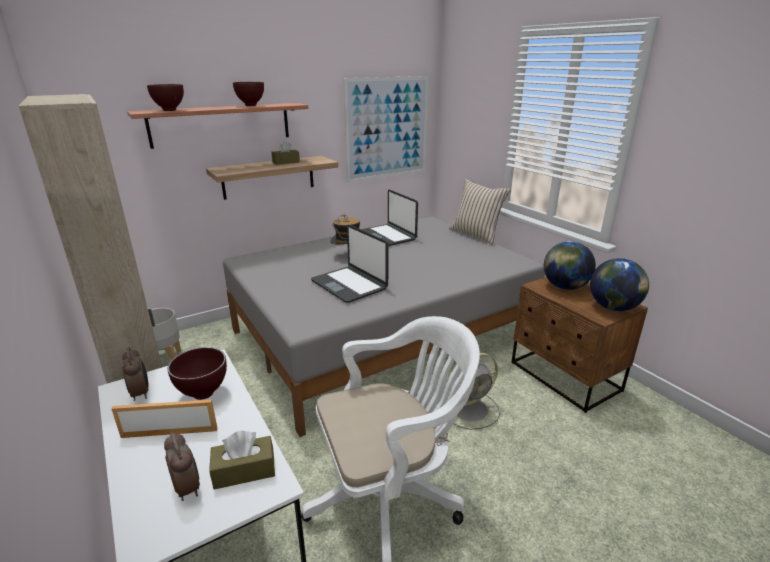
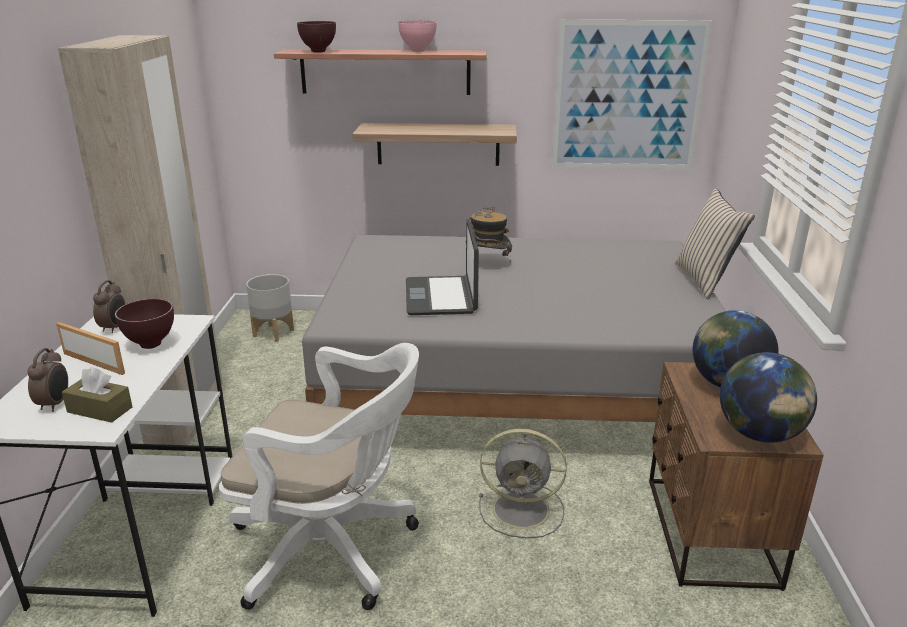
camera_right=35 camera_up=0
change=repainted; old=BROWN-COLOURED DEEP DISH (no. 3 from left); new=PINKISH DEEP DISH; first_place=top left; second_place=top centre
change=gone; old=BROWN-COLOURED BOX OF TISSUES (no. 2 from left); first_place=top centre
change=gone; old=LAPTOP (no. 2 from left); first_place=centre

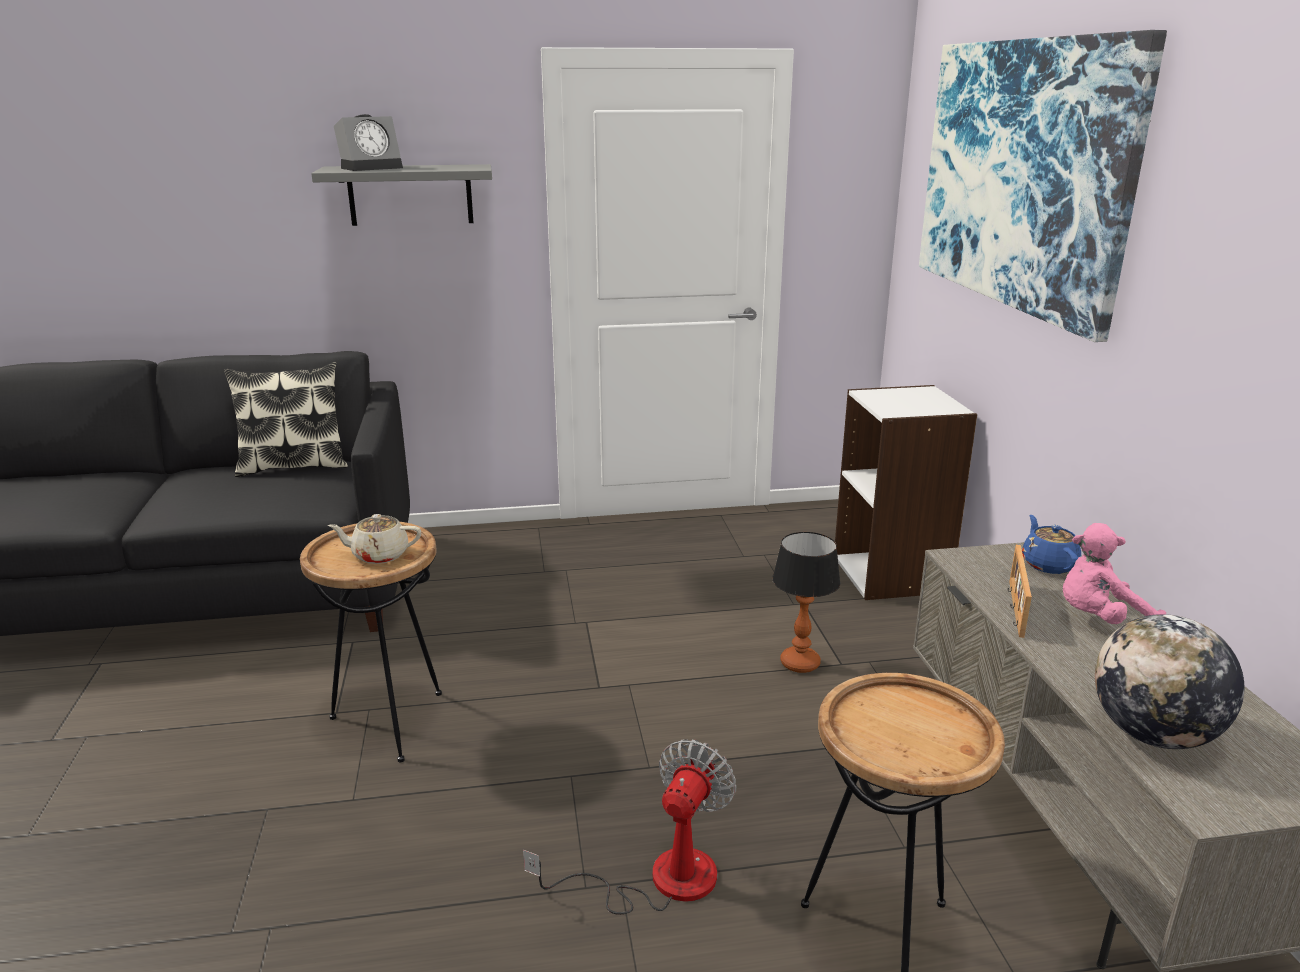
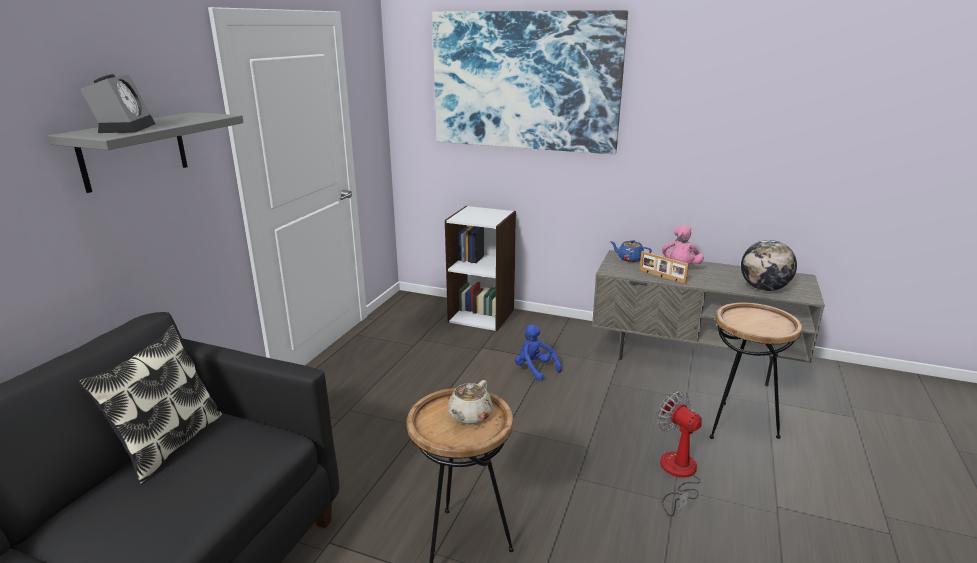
camera_right=-60 camera_up=0
change=swapped; old=TABLETOP LAMP; new=BLUE-COLOURED SOFT TOY; first_place=centre; second_place=centre

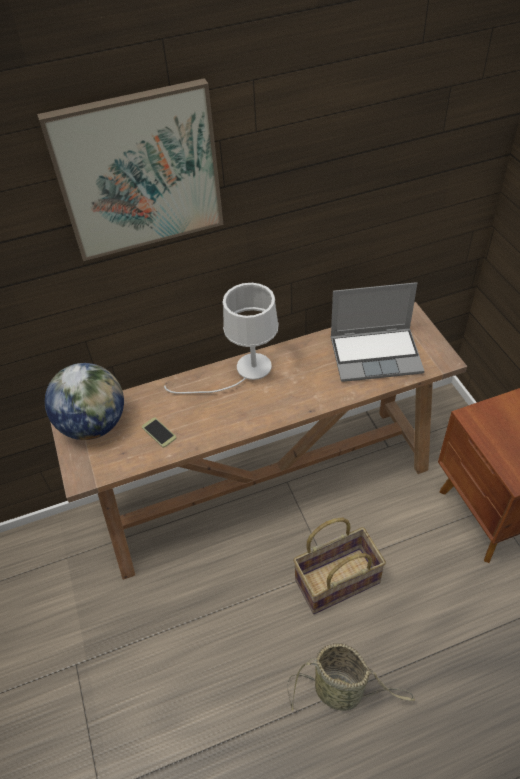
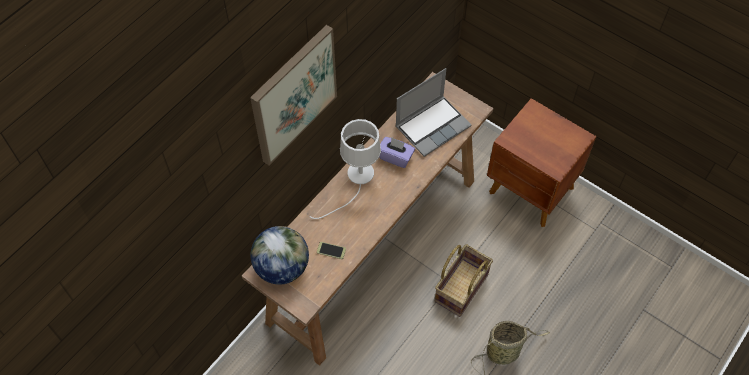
camera_right=-35 camera_up=10
change=new; new=PURPLE BOX OF TISSUES; second_place=centre

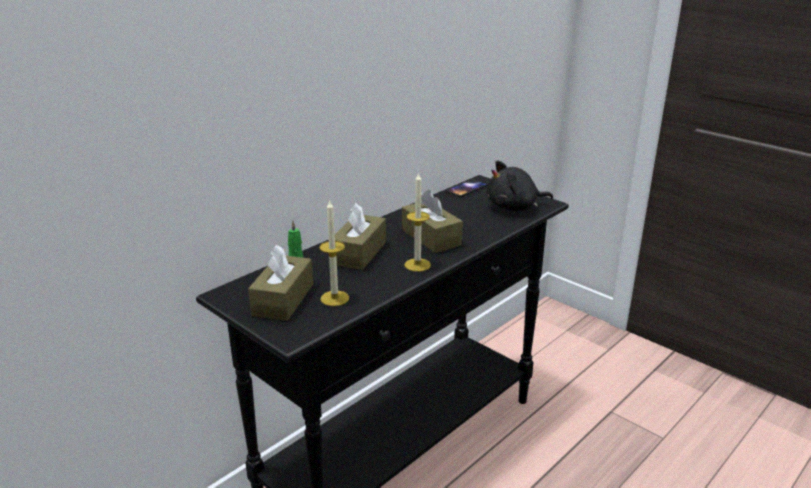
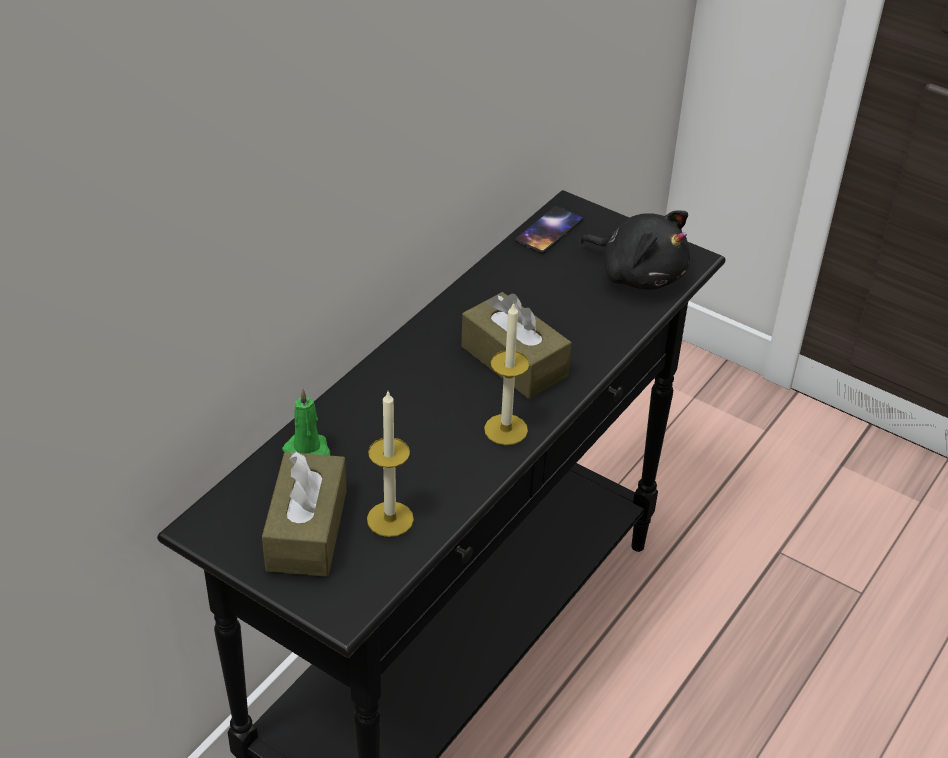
camera_right=-10 camera_up=15
change=rotated; old=BLACK SOFT TOY; first_place=centre; second_place=top right; degrees=-120
change=gone; old=BROWN-COLOURED BOX OF TISSUES (no. 2 from left); first_place=centre

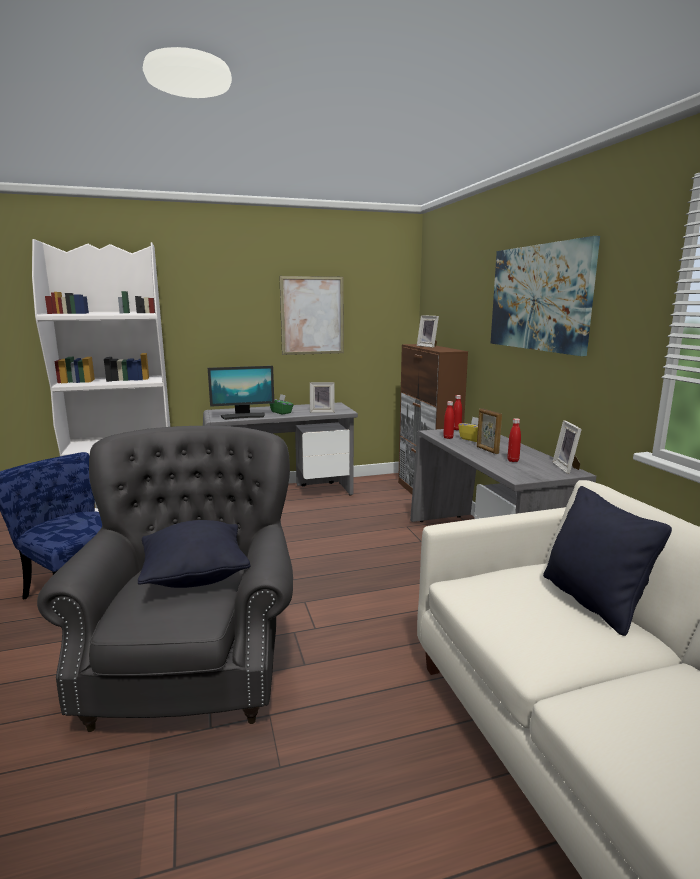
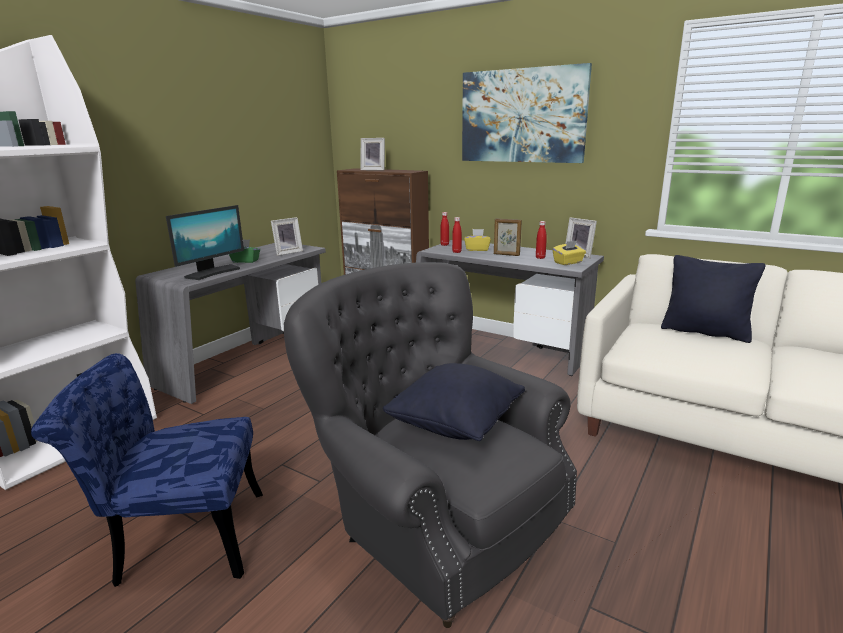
camera_right=-40 camera_up=5
change=gone; old=PICTURE (no. 1 from left); first_place=centre
change=new; new=YELLOW BOX OF TISSUES (no. 2 from left); second_place=middle right

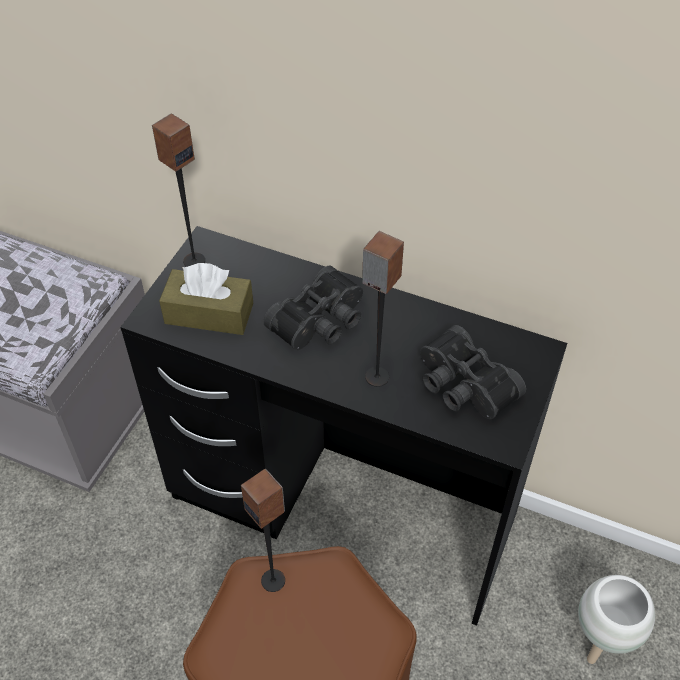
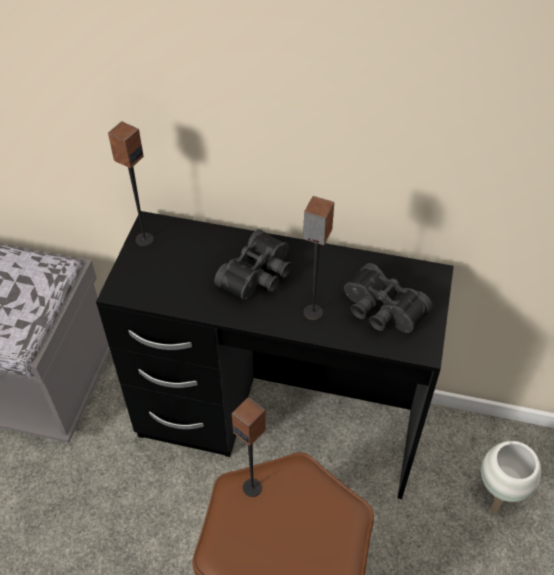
camera_right=-10 camera_up=0
change=gone; old=BROWN-COLOURED BOX OF TISSUES; first_place=middle left

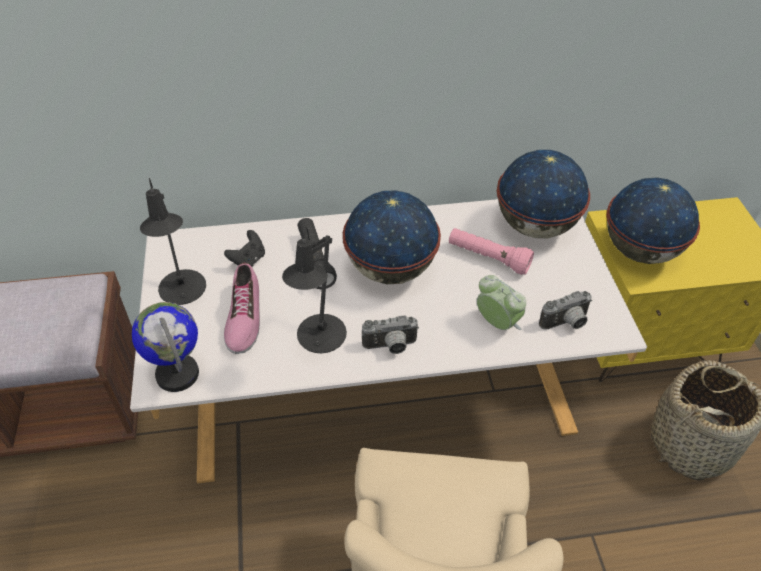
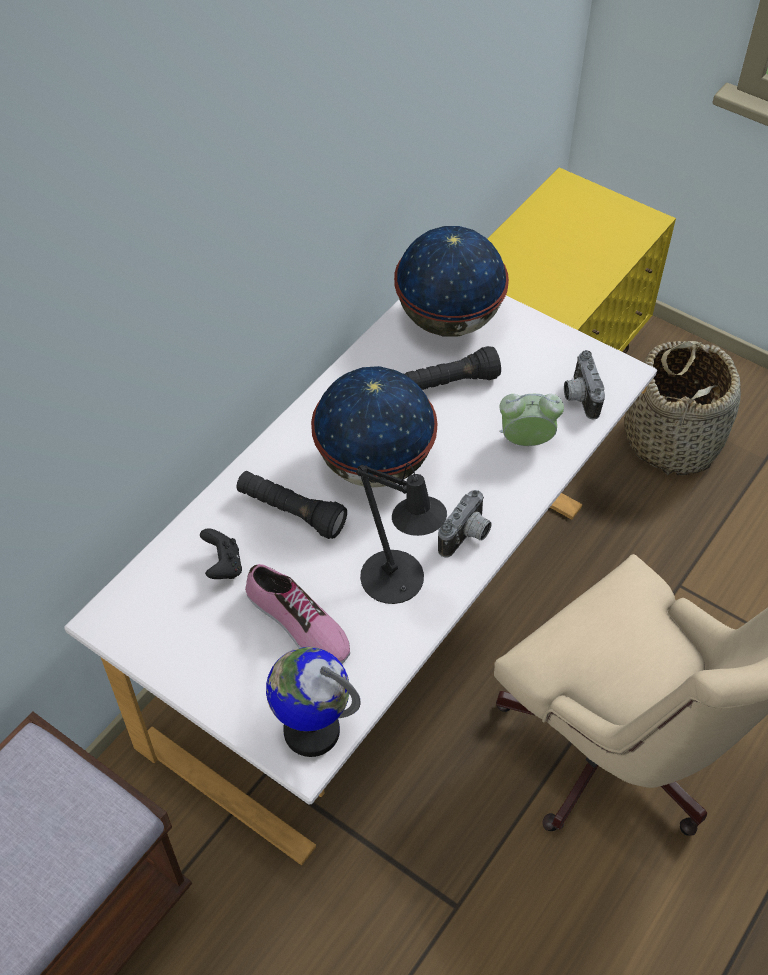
camera_right=-45 camera_up=5
change=gone; old=BLACK TABLETOP LAMP (no. 1 from left); first_place=middle left
change=gone; old=WORLD GLOBE (no. 4 from left); first_place=middle right
change=repainted; old=PINKISH FLASHLIGHT; new=BLACK FLASHLIGHT (no. 2 from left); first_place=centre; second_place=centre
change=rotated; old=PHOTO CAMERA (no. 2 from left); first_place=middle right; second_place=middle right; degrees=150

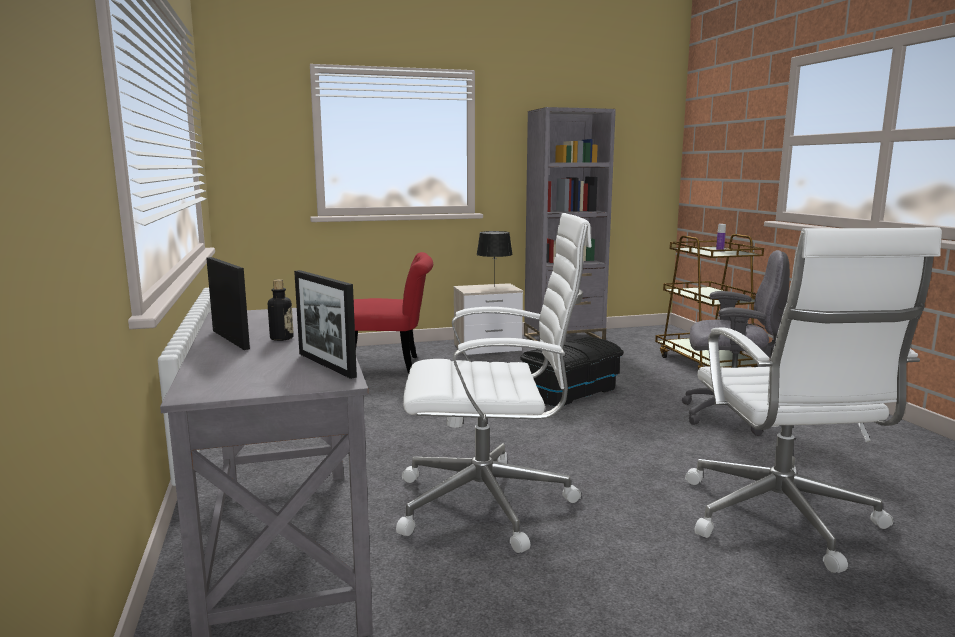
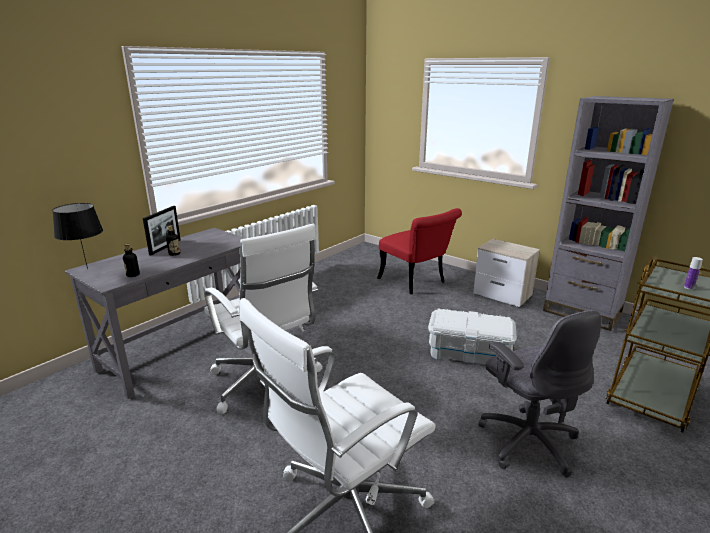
camera_right=55 camera_up=10
change=shifted; old=BLACK TABLETOP LAMP; first_place=centre; second_place=middle left
change=swapped; old=STANDING FRAME (no. 2 from left); new=BOTTLE (no. 1 from left); first_place=centre; second_place=middle left
change=repainted; old=BLACK STORAGE CONTAINER; new=WHITE-COLOURED STORAGE CONTAINER; first_place=centre; second_place=centre

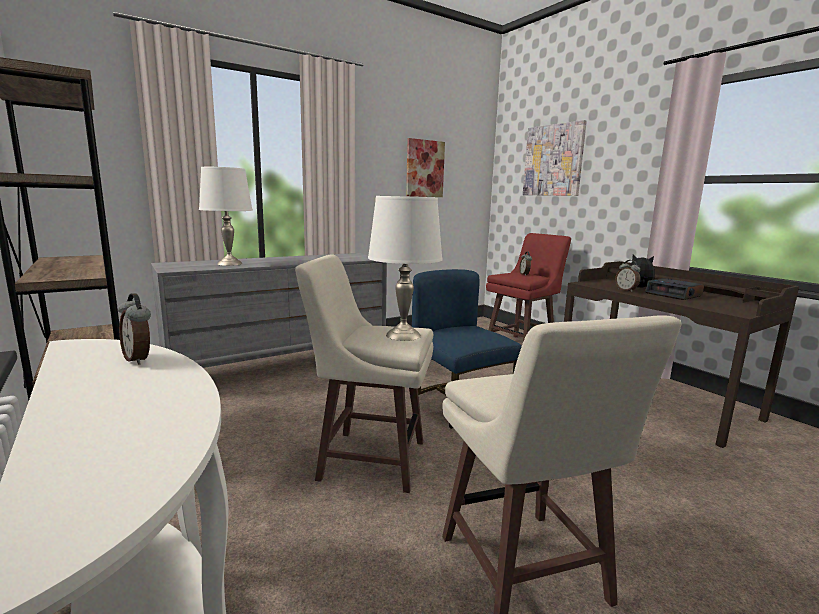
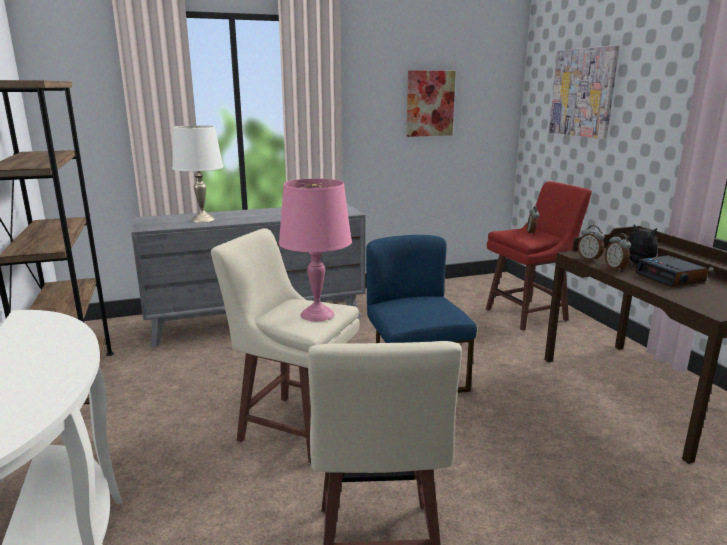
camera_right=15 camera_up=5
change=repainted; old=WHITE-COLOURED TABLETOP LAMP (no. 2 from left); new=PINKISH TABLETOP LAMP; first_place=centre; second_place=centre
change=shifted; old=ALARM CLOCK (no. 1 from left in the first image); new=ALARM CLOCK (no. 2 from left); first_place=middle left; second_place=middle right

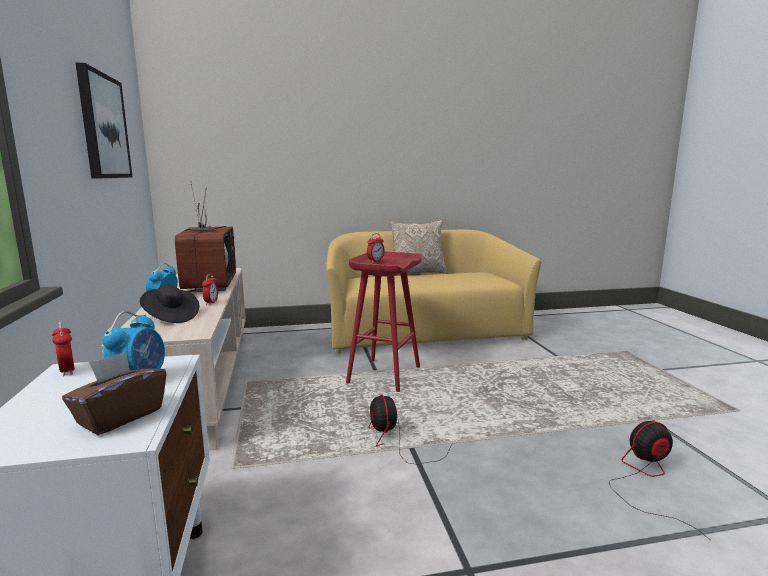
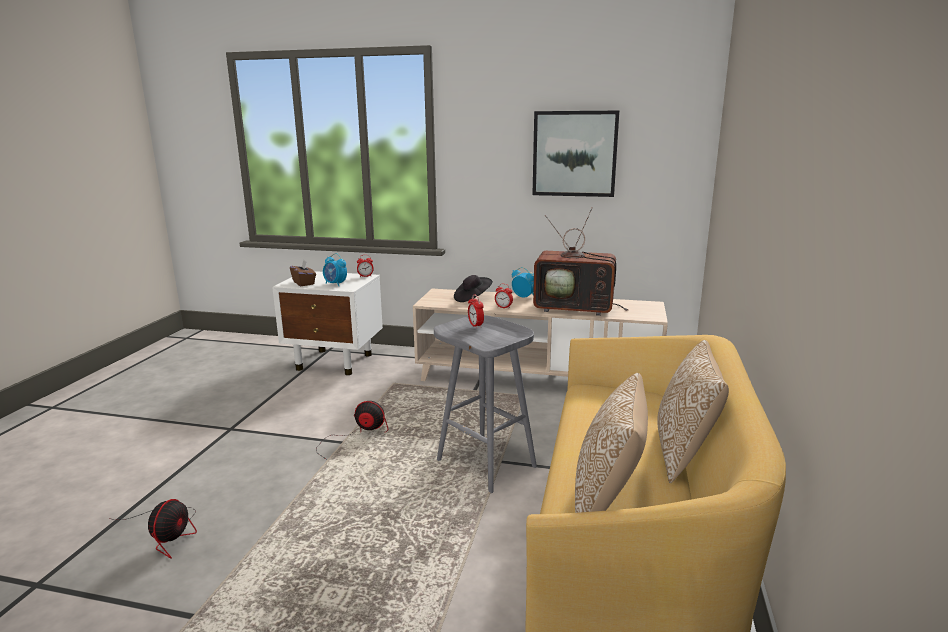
camera_right=115 camera_up=5
change=repainted; old=RED STOOL; new=GREYISH STOOL; first_place=centre; second_place=centre
change=new; new=CUSHION (no. 1 from left); second_place=bottom centre

